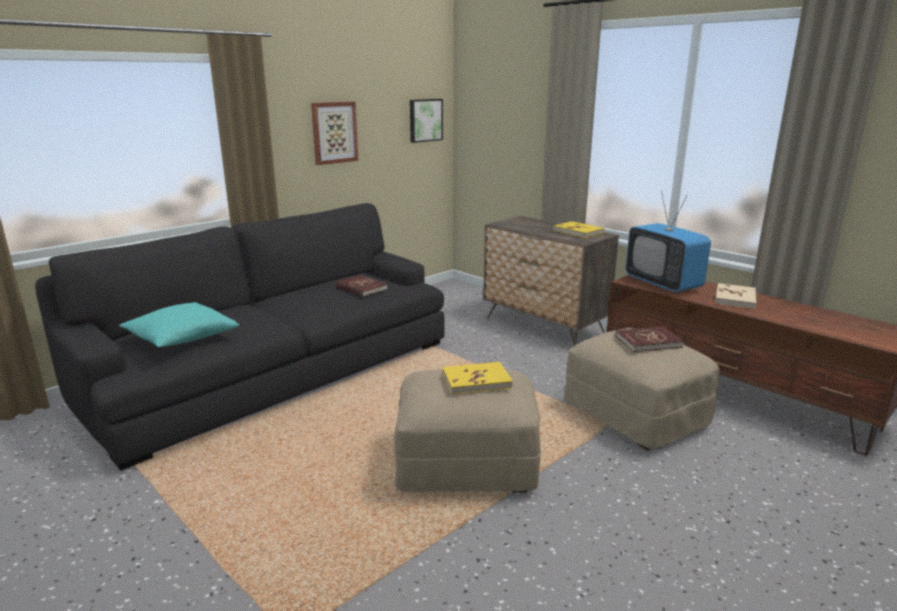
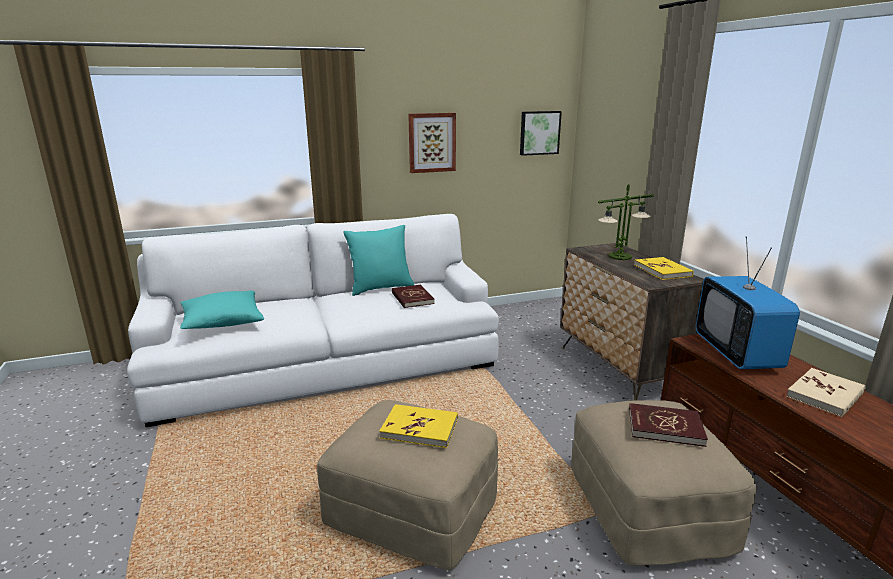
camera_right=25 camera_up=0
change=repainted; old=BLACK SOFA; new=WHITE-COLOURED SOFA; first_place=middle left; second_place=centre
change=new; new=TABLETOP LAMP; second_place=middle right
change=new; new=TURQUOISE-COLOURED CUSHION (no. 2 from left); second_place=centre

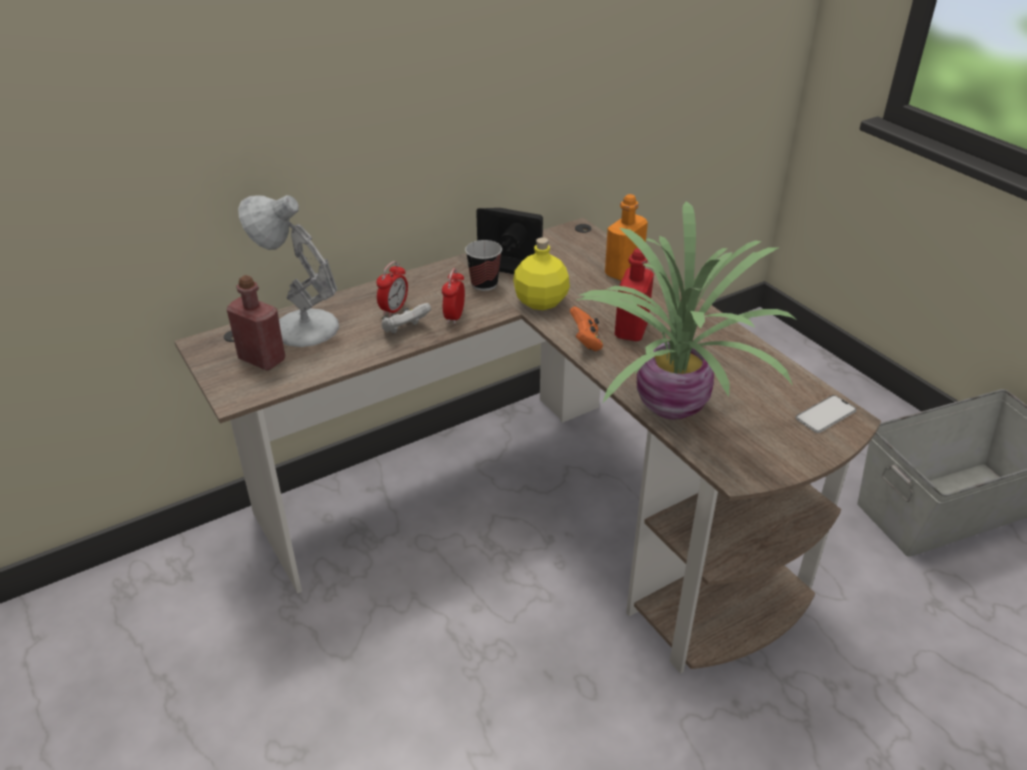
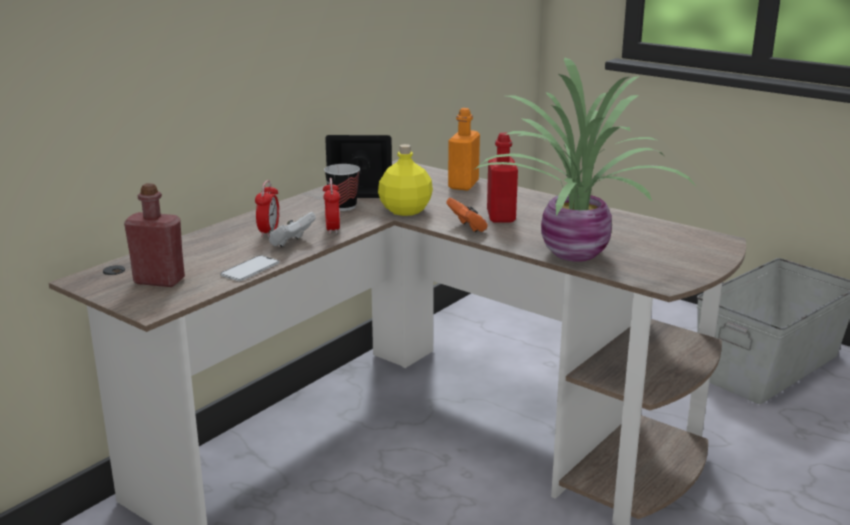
camera_right=-20 camera_up=-15
change=gone; old=WHITE-COLOURED TABLETOP LAMP; first_place=middle left
change=shifted; old=HANDSET; first_place=middle right; second_place=middle left

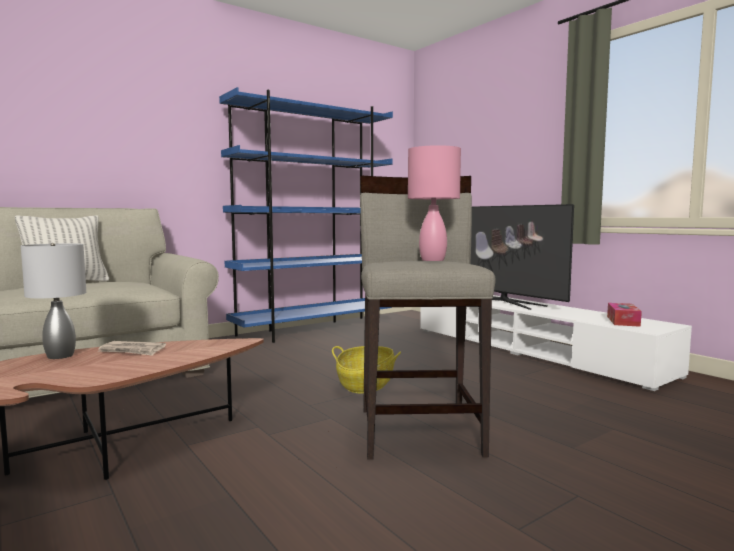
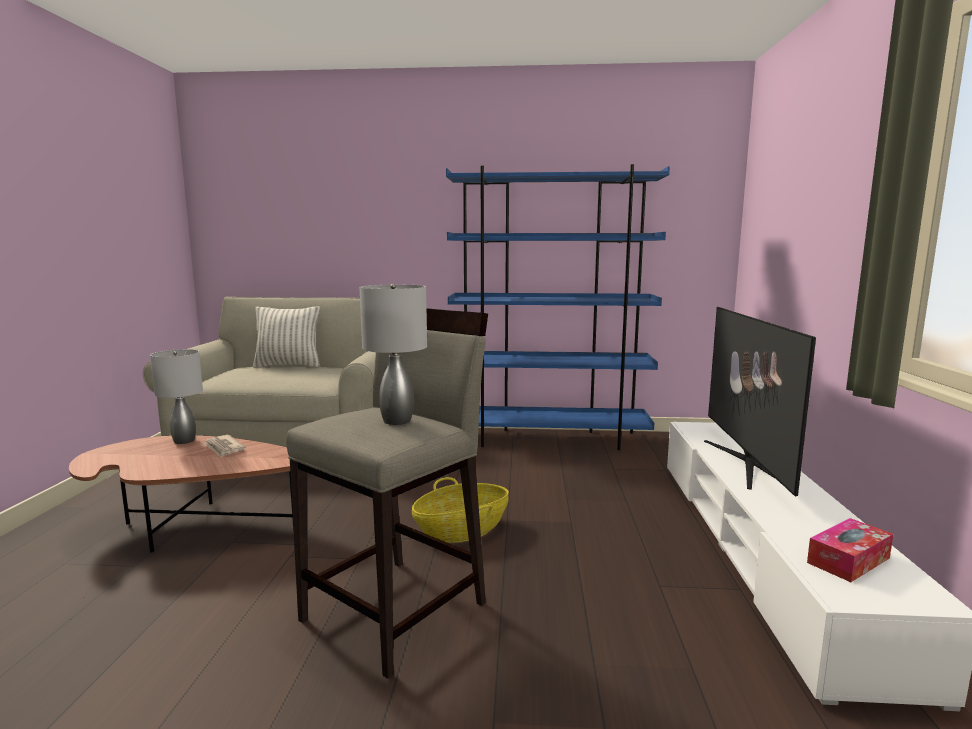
camera_right=40 camera_up=5
change=repainted; old=PINKISH TABLETOP LAMP; new=GREYISH TABLETOP LAMP (no. 2 from left); first_place=centre; second_place=centre

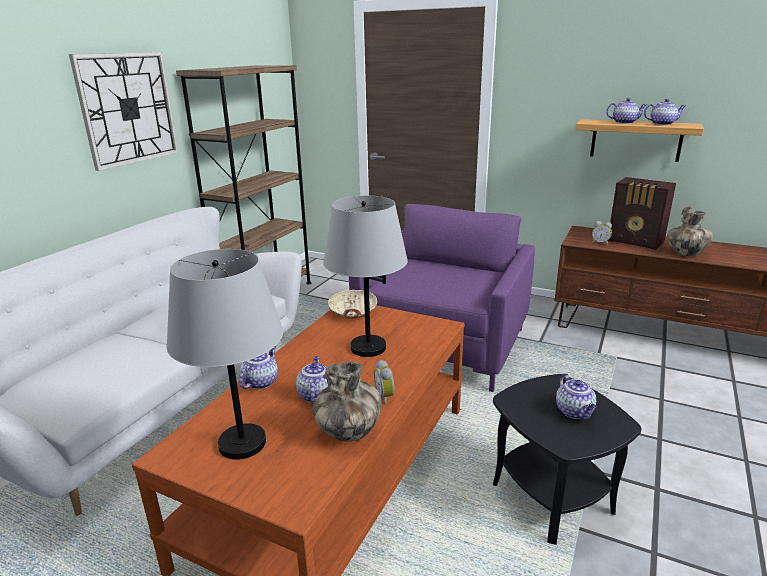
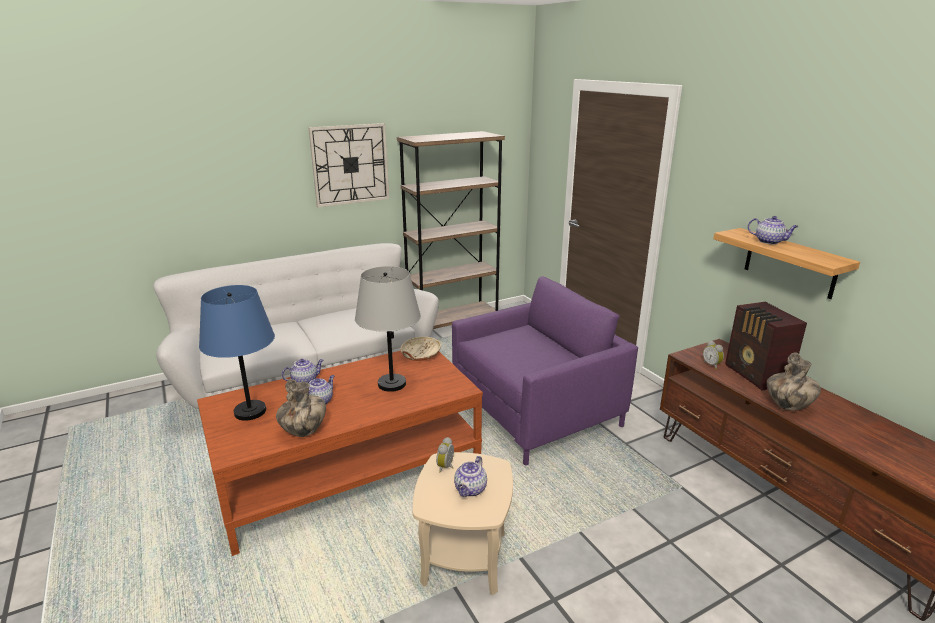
camera_right=35 camera_up=0
change=gone; old=POT FOR TEA (no. 5 from left); first_place=top right
change=repainted; old=GREYISH TABLETOP LAMP (no. 1 from left); new=BLUE-COLOURED TABLETOP LAMP; first_place=middle left; second_place=middle left
change=shifted; old=ALARM CLOCK (no. 1 from left); first_place=centre; second_place=bottom centre
change=repainted; old=BLACK END TABLE; new=BEIGE END TABLE; first_place=bottom right; second_place=bottom centre

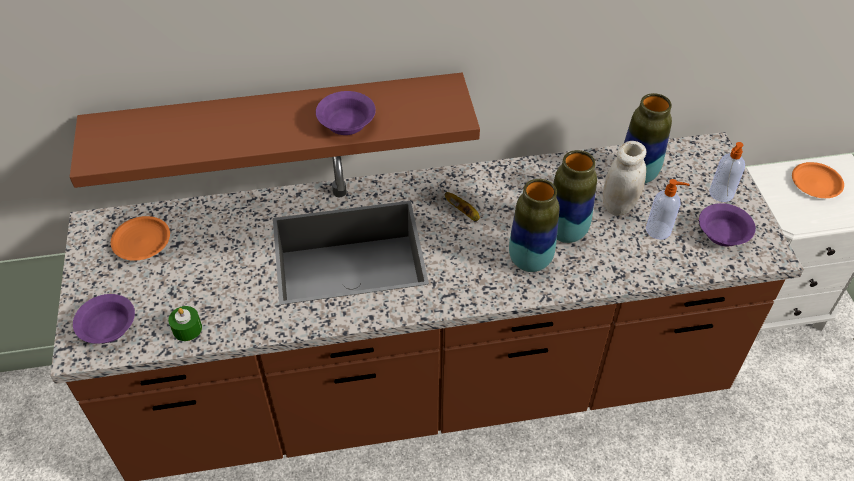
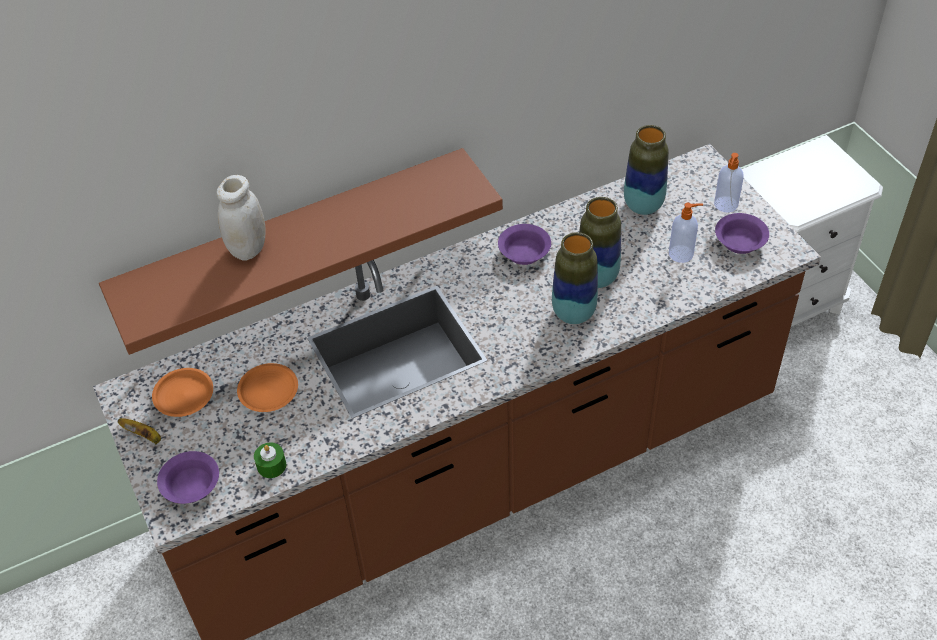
camera_right=-15 camera_up=0
change=shifted; old=PURPLE DEEP DISH (no. 2 from left); first_place=top centre; second_place=centre
change=shifted; old=WHITE-COLOURED JAR; first_place=middle right; second_place=middle left
change=shifted; old=ORANGE FLAT DISH (no. 2 from left); first_place=middle right; second_place=middle left
change=shifted; old=BANANA; first_place=centre; second_place=bottom left

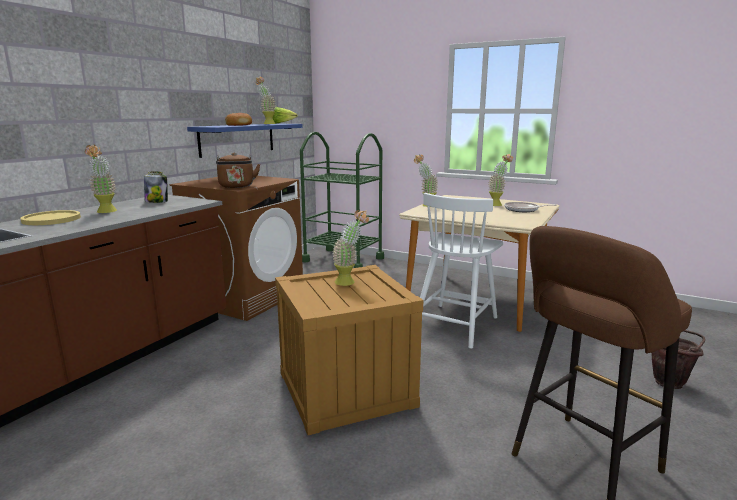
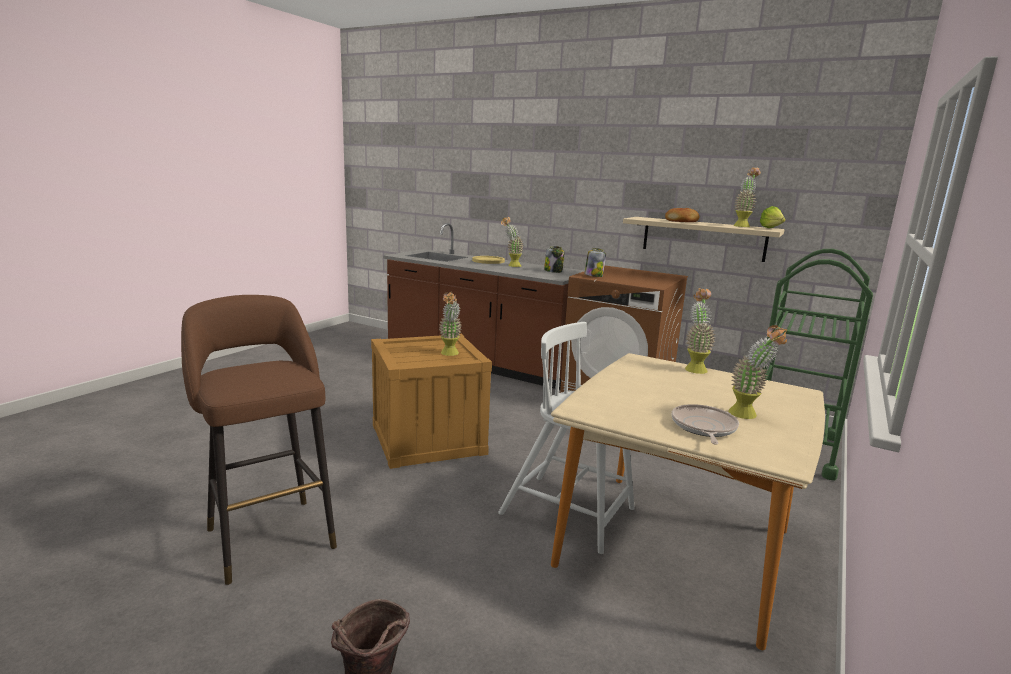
camera_right=90 camera_up=0
change=repainted; old=BLUE-COLOURED BRACKET SHELF; new=BEIGE BRACKET SHELF; first_place=top left; second_place=middle right
change=swapped; old=BROWN-COLOURED KETTLE; new=JAR (no. 2 from left); first_place=middle left; second_place=centre

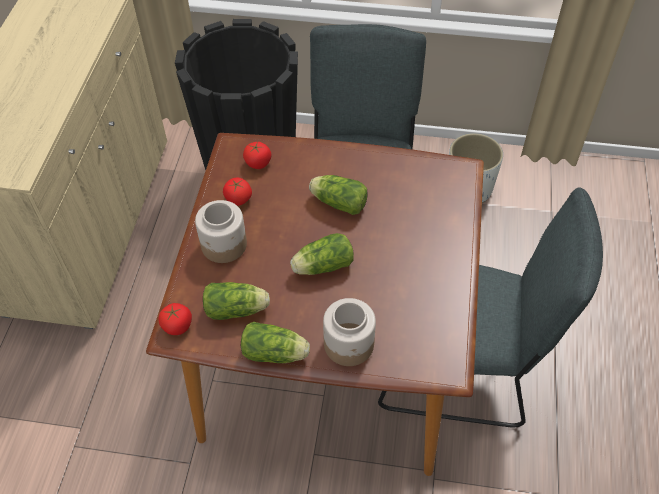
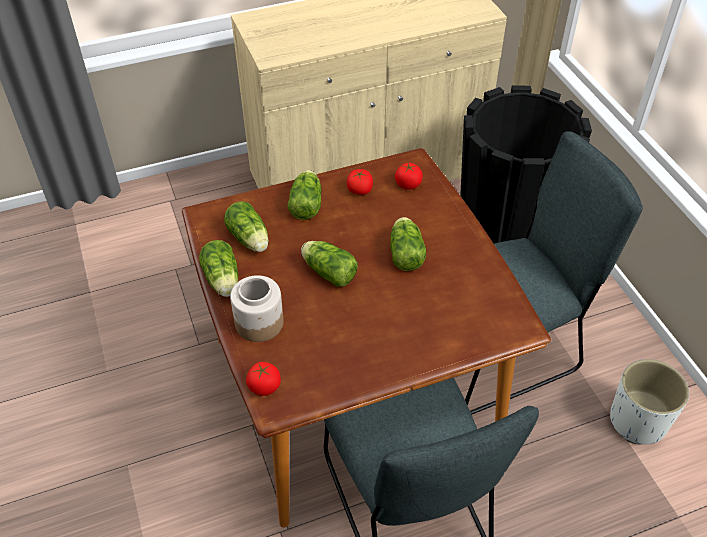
camera_right=60 camera_up=-5
change=swapped; old=JAR (no. 1 from left); new=LETTUCE (no. 3 from left); first_place=centre; second_place=centre
change=shifted; old=WHOLE TOMATO (no. 1 from left); first_place=middle left; second_place=bottom centre

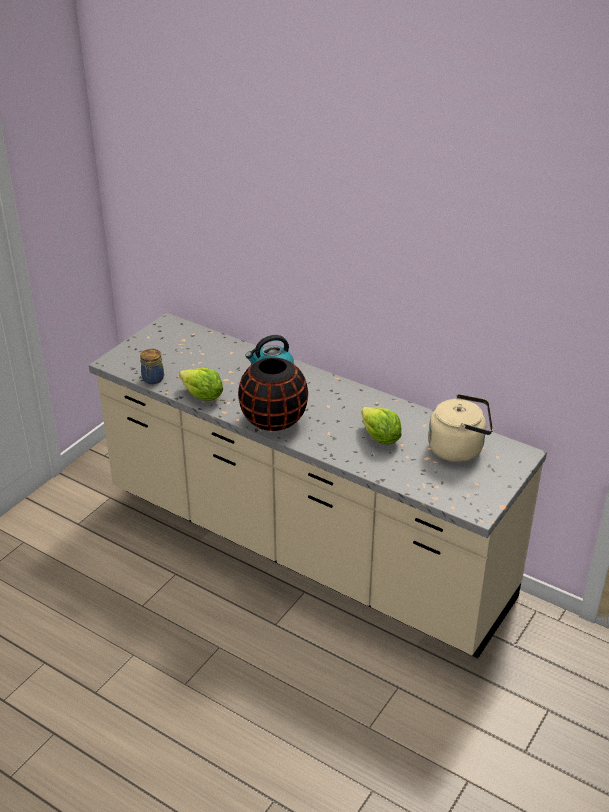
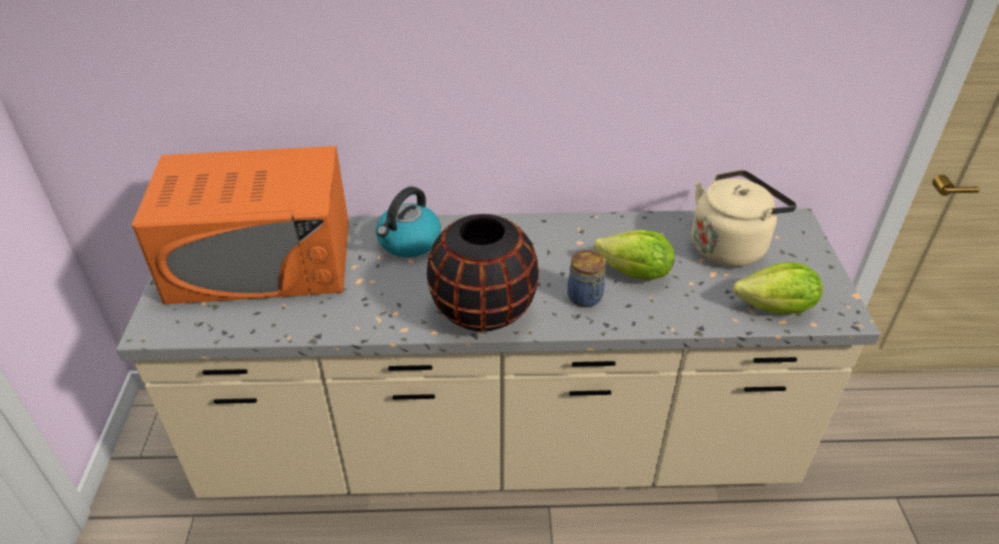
camera_right=-35 camera_up=5
change=shifted; old=JAR; first_place=middle left; second_place=centre
change=shifted; old=LETTUCE (no. 1 from left in the first image); new=LETTUCE (no. 2 from left); first_place=middle left; second_place=middle right
change=new; new=ORANGE MICROWAVE OVEN; second_place=middle left

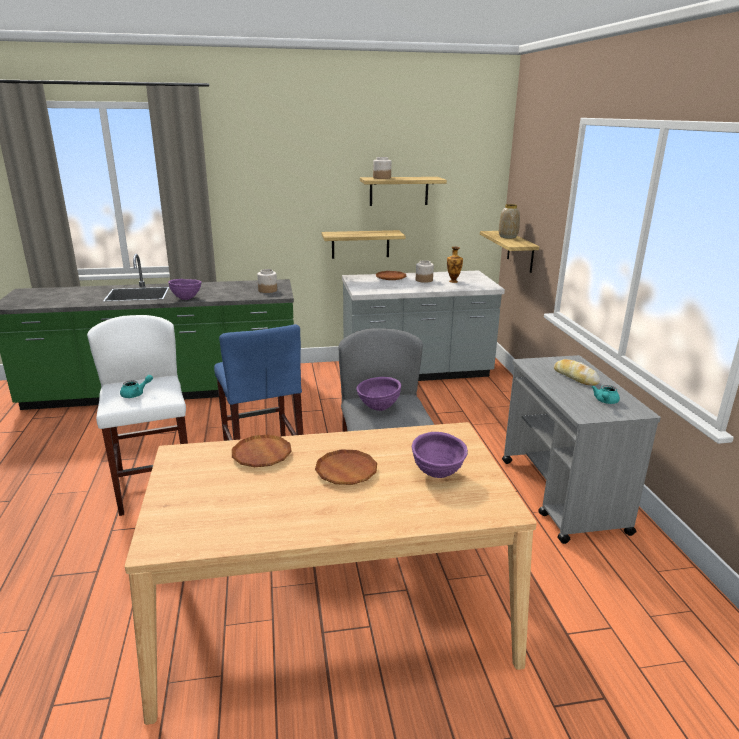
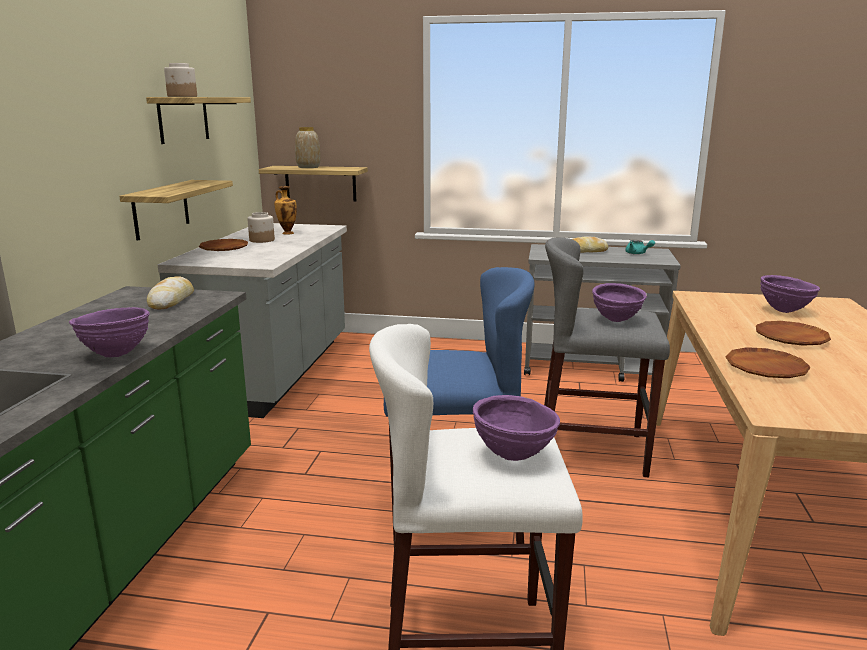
camera_right=-70 camera_up=-5
change=swapped; old=JAR (no. 1 from left); new=BREAD (no. 1 from left); first_place=centre; second_place=middle left
change=swapped; old=TURQUOISE-COLOURED POT FOR TEA (no. 1 from left); new=PURPLE DEEP DISH (no. 2 from left); first_place=middle left; second_place=centre

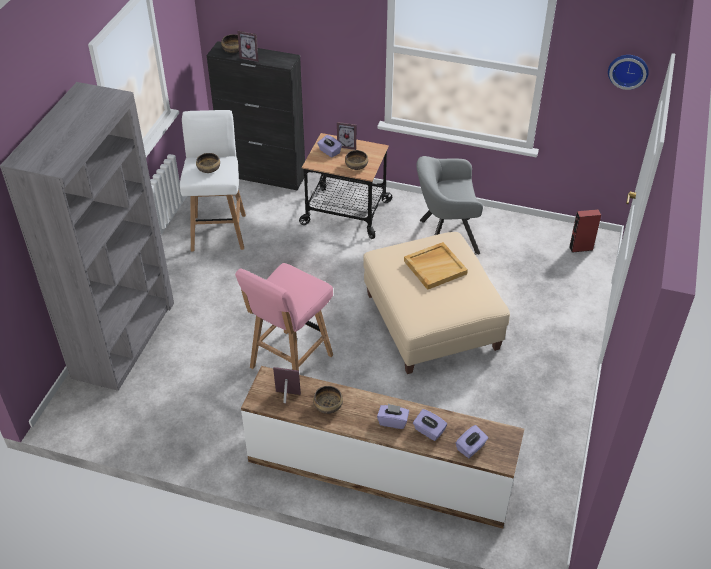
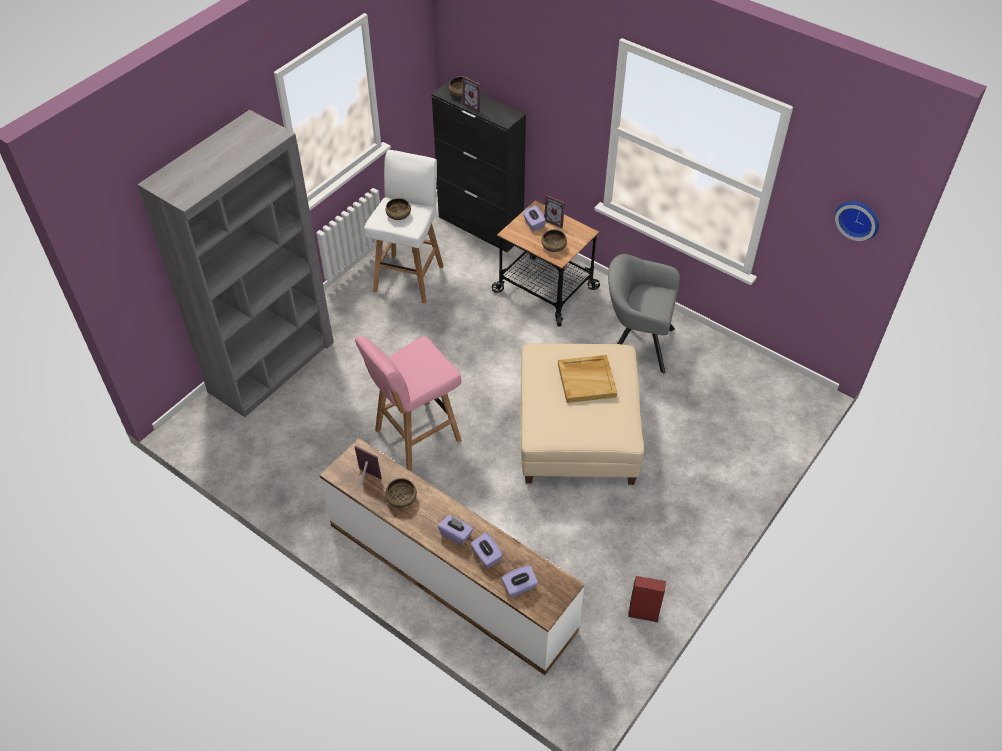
camera_right=20 camera_up=5
change=shifted; old=RED AUDIO SPEAKER; first_place=middle right; second_place=bottom centre

